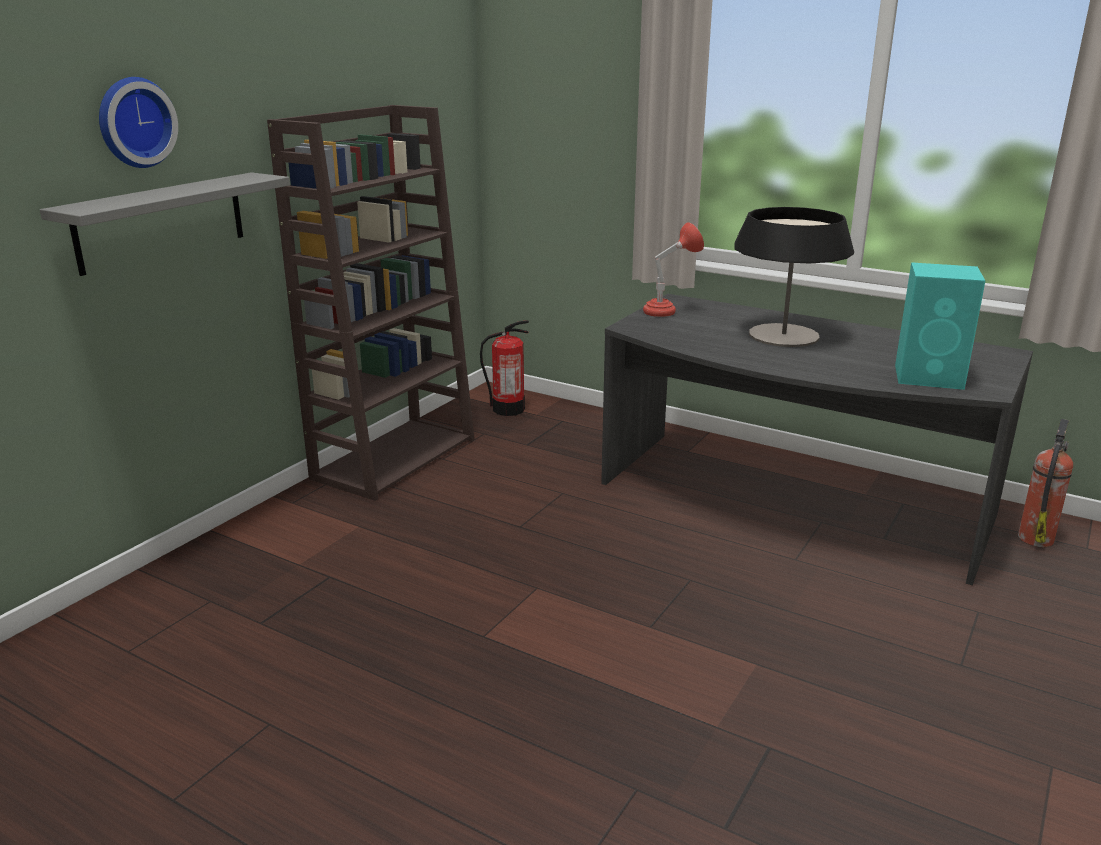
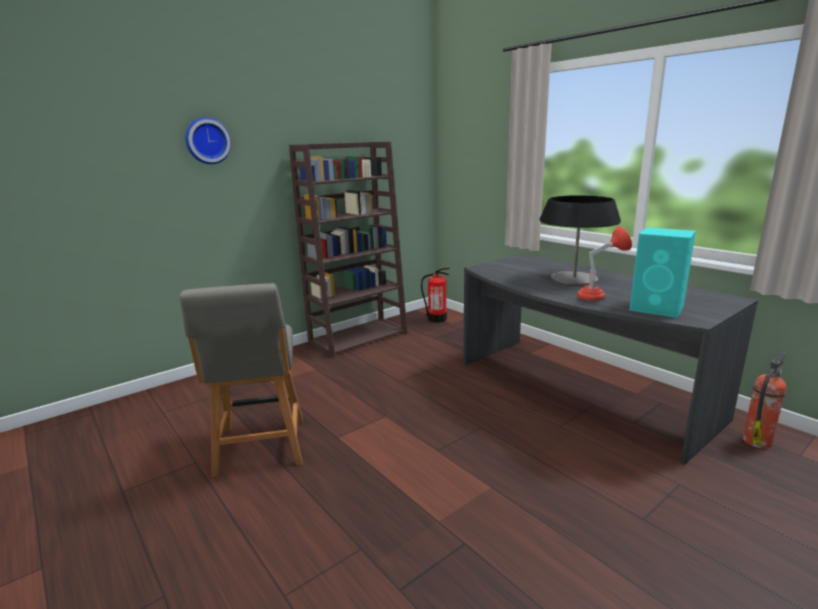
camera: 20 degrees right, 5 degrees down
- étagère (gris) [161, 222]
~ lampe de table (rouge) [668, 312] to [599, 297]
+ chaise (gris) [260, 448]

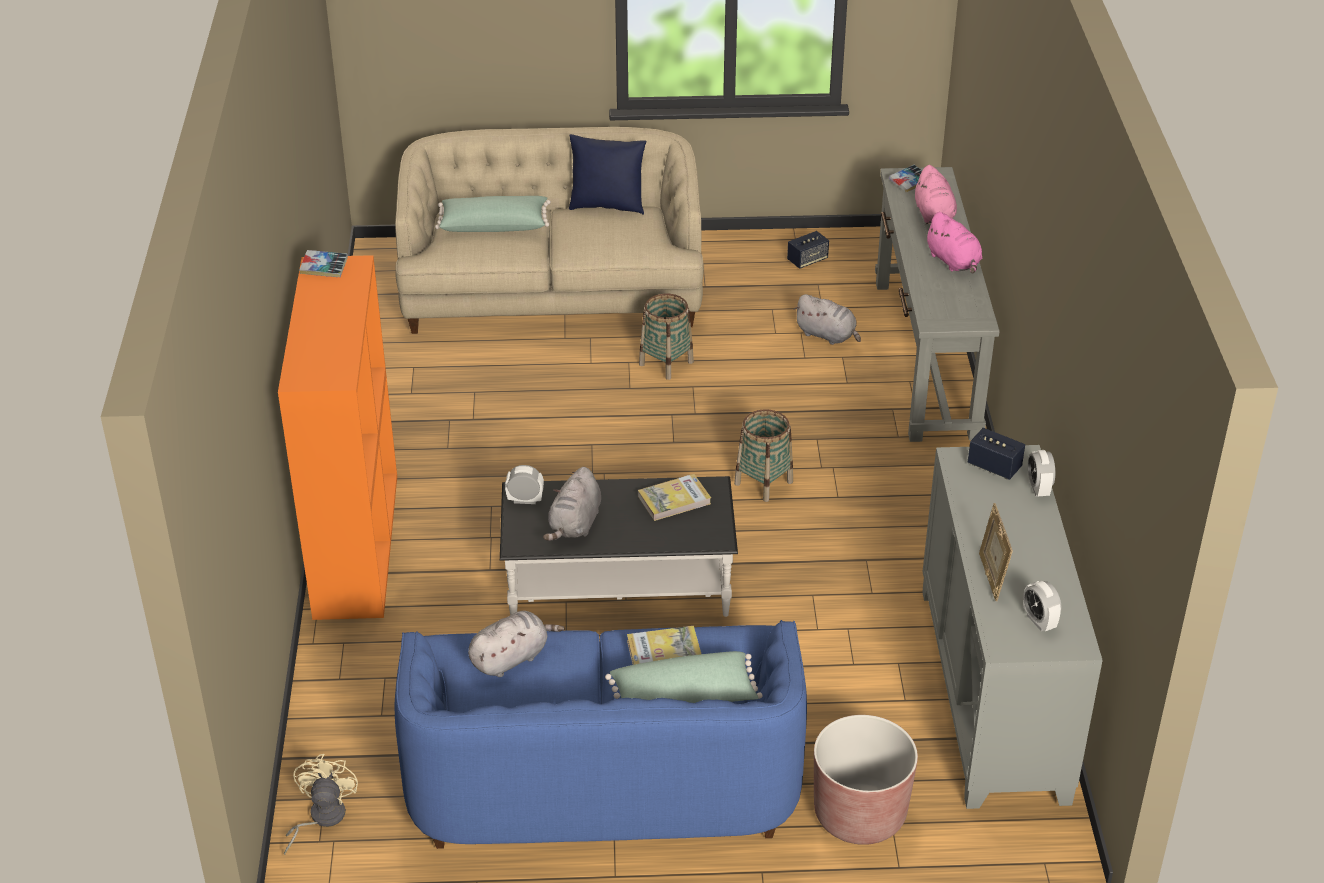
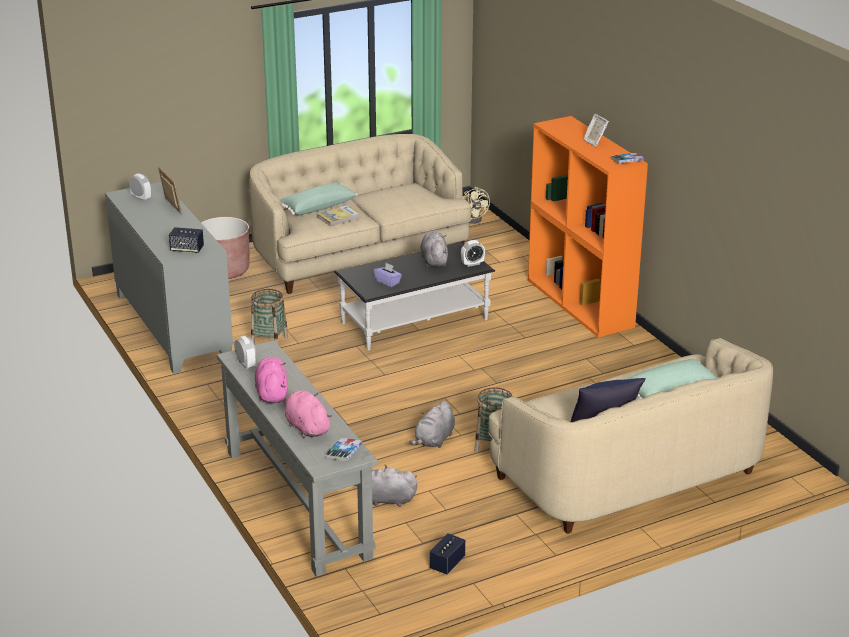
camera: 155 degrees right, 10 degrees down
~ peluche (rose) [954, 262] = [272, 393] 45 degrees clockwise
~ panier [763, 483] to [269, 341]
~ réveil [1038, 488] to [246, 364]
~ livre [674, 500] to boîte à mouchoirs (violet) [388, 282]
~ peluche (gris) [511, 658] to [434, 440]
~ canapé (bleu) [602, 778] to canapé (beige) [359, 255]
+ cadre photo [594, 142]

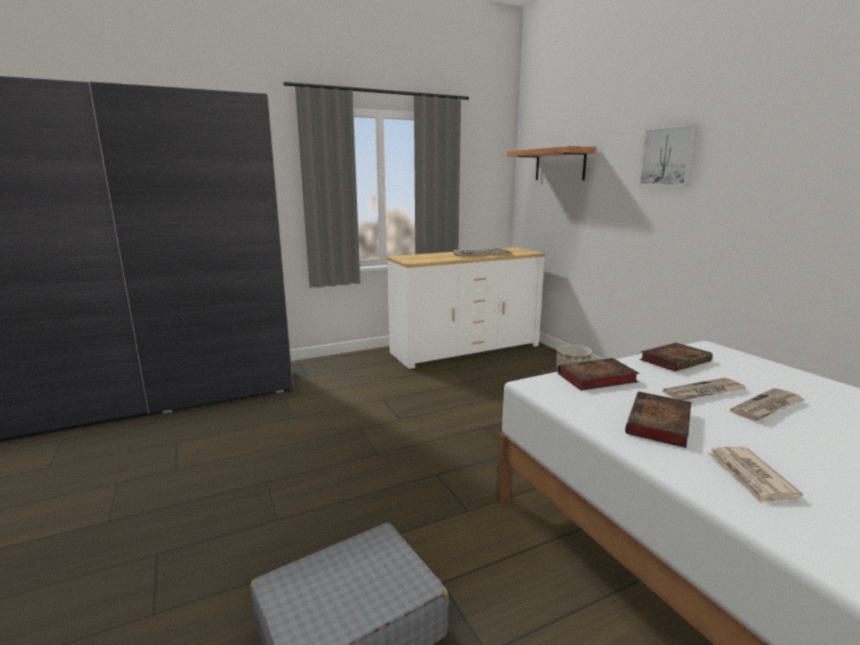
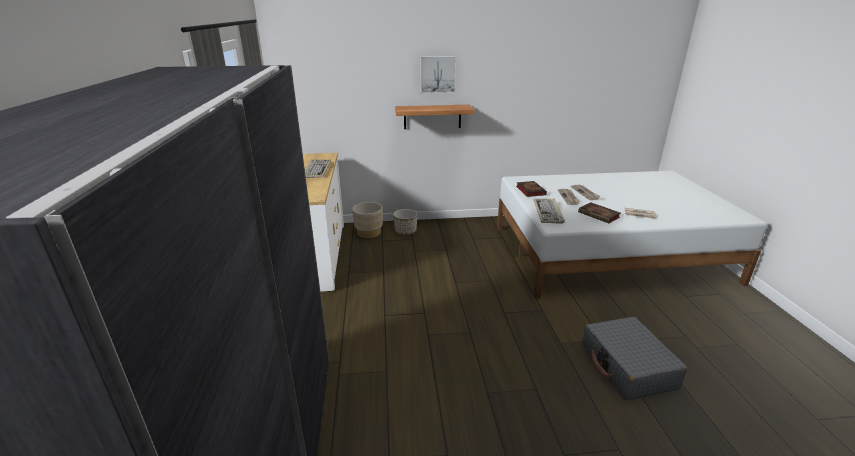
camera: 70 degrees left, 10 degrees up
~ étagère [560, 164] to [432, 117]
~ livre [595, 379] to clavier [548, 212]
+ cache-pot (beige) [369, 233]

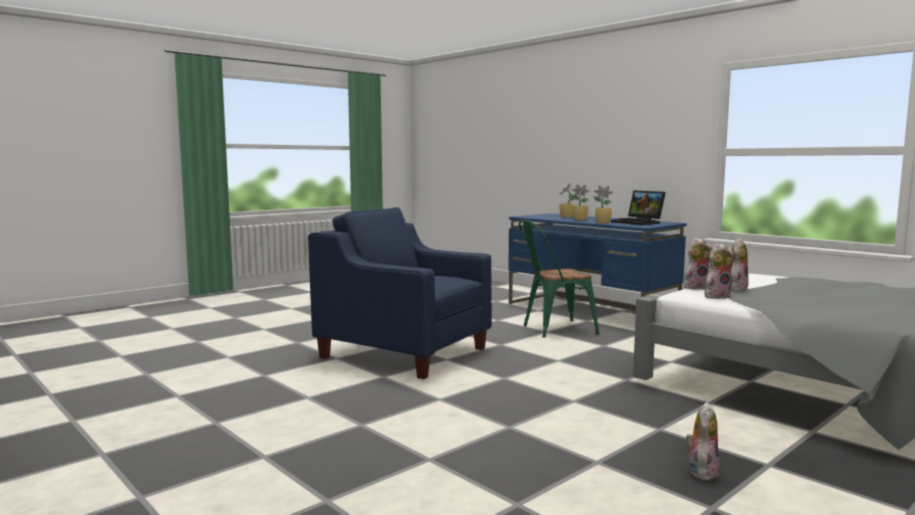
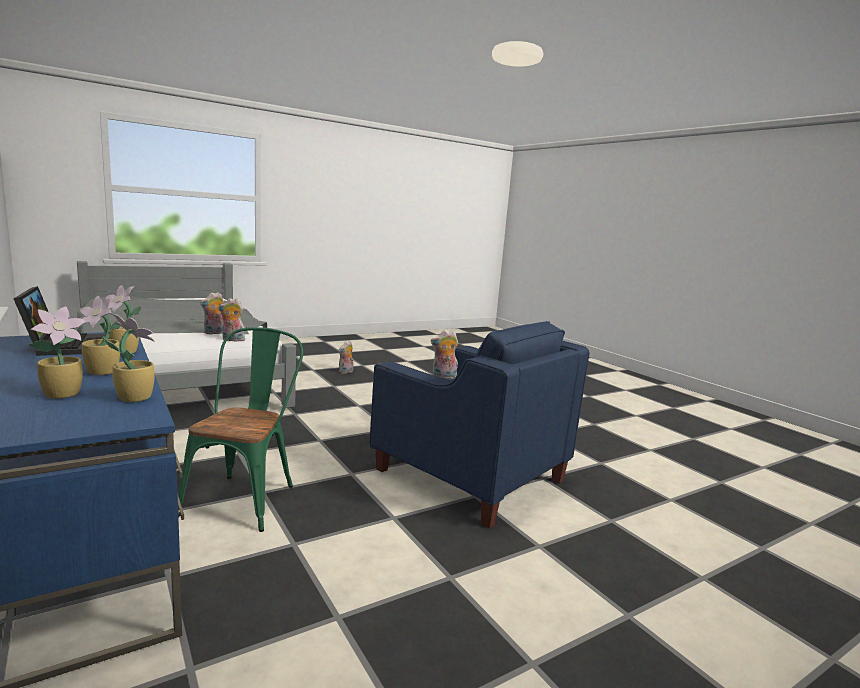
camera: 170 degrees left, 5 degrees up
~ chaise (vert) [553, 329] = [245, 496] 75 degrees counterclockwise
~ peluche [717, 296] to [443, 377]
+ plante en pot [134, 397]

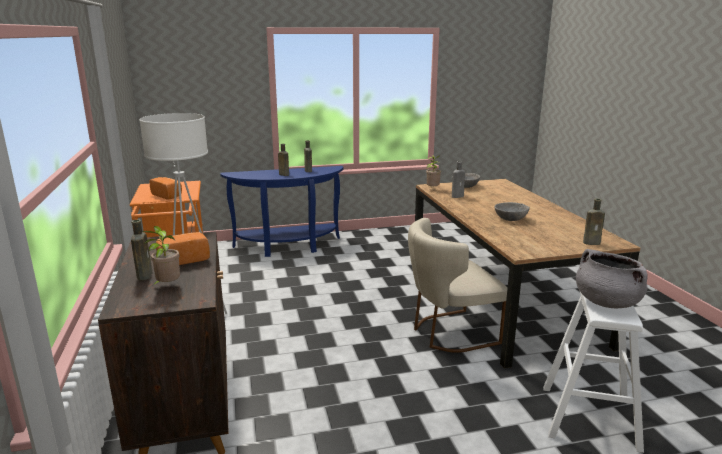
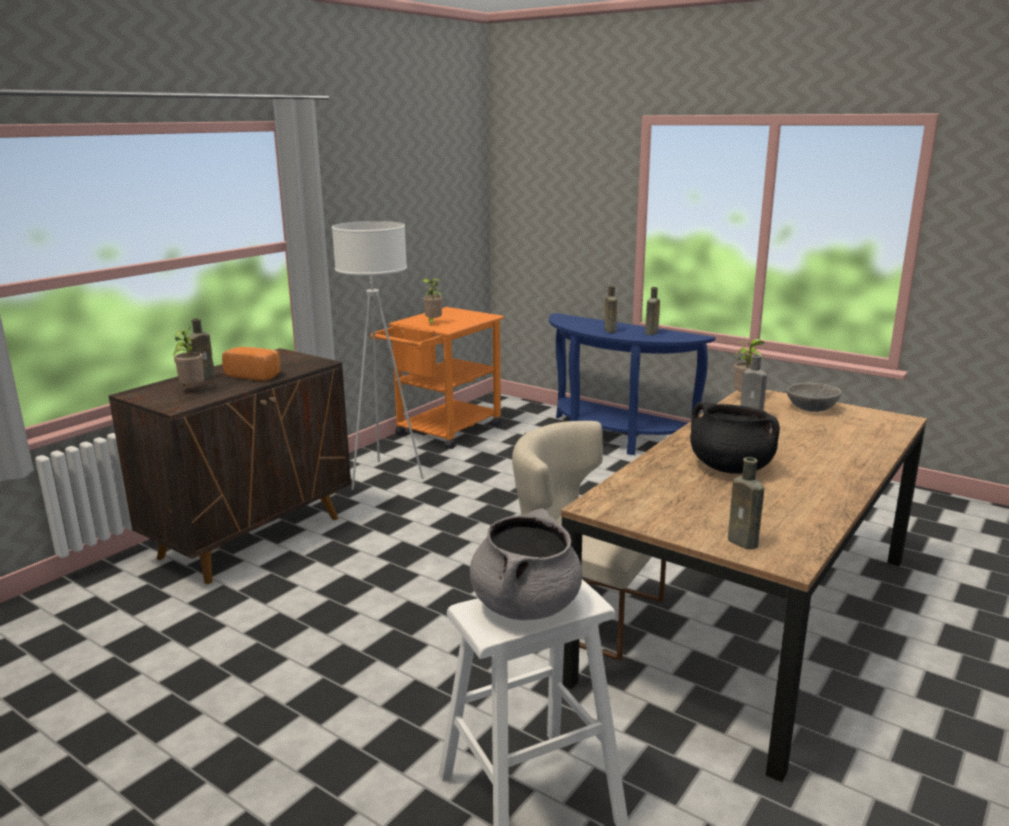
camera: 50 degrees right, 0 degrees up
~ pain [168, 195] to plante en pot [433, 323]
~ bol (gris) [511, 218] to marmite (noir) [730, 467]

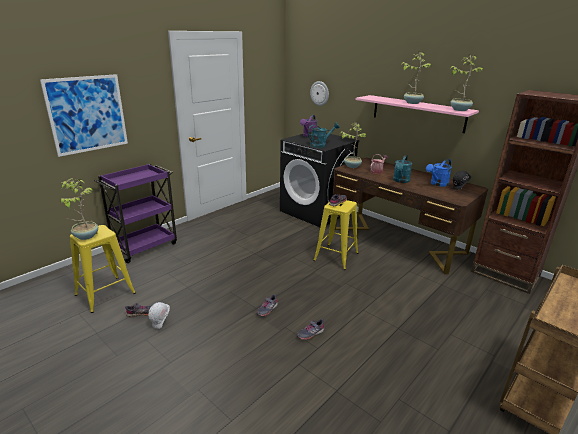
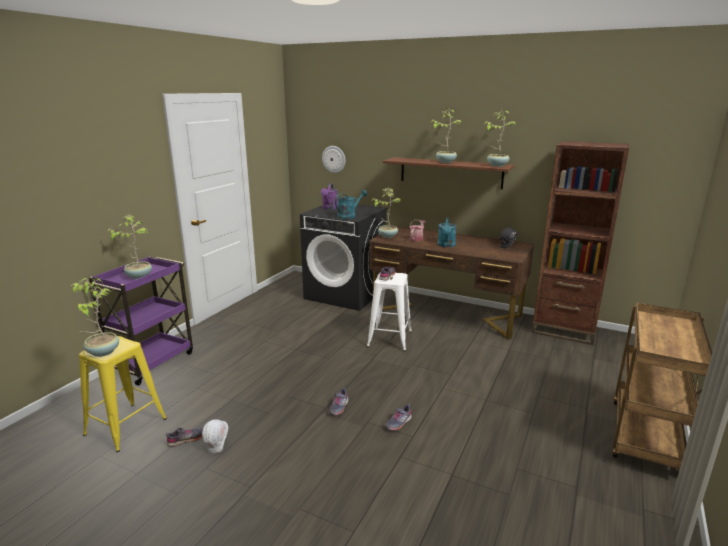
camera: 15 degrees left, 5 degrees down
- tableau [87, 114]
~ étagère (rose) [417, 113] to étagère (marron) [450, 172]
- arrosoir (bleu) [437, 184]
~ tabouret (jaune) [336, 257] to tabouret (blanc) [389, 339]
+ plante en pot [139, 276]

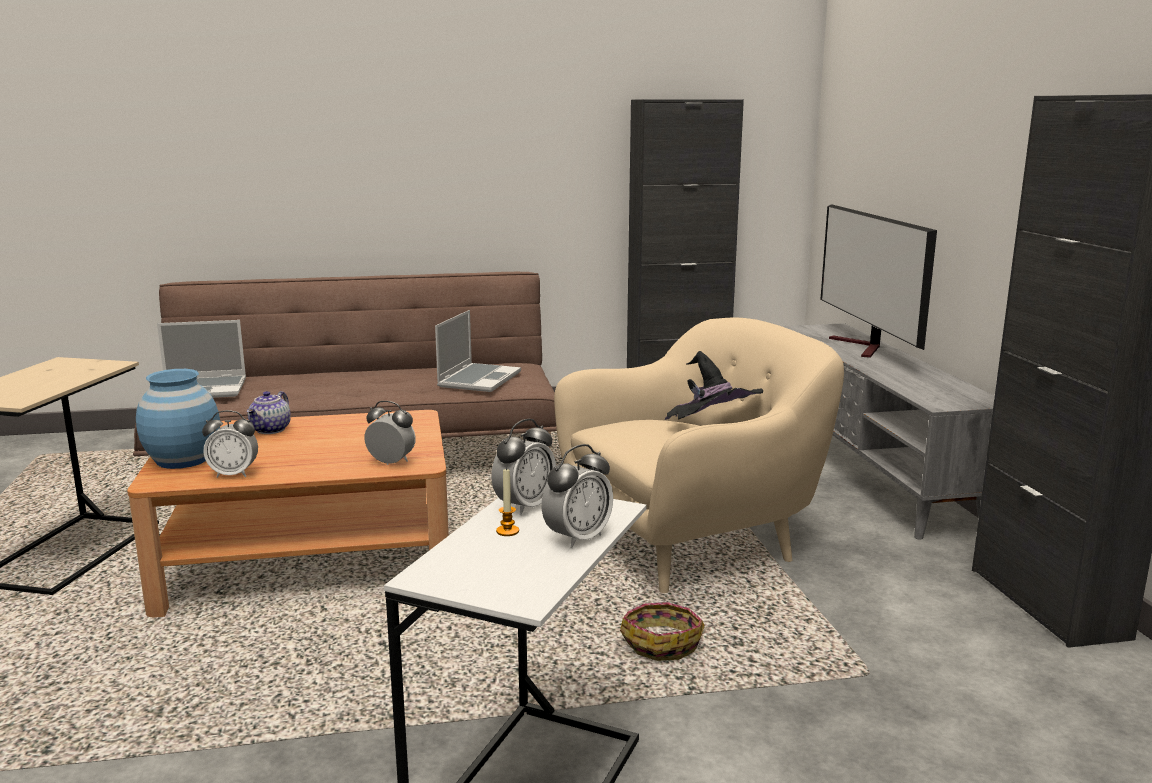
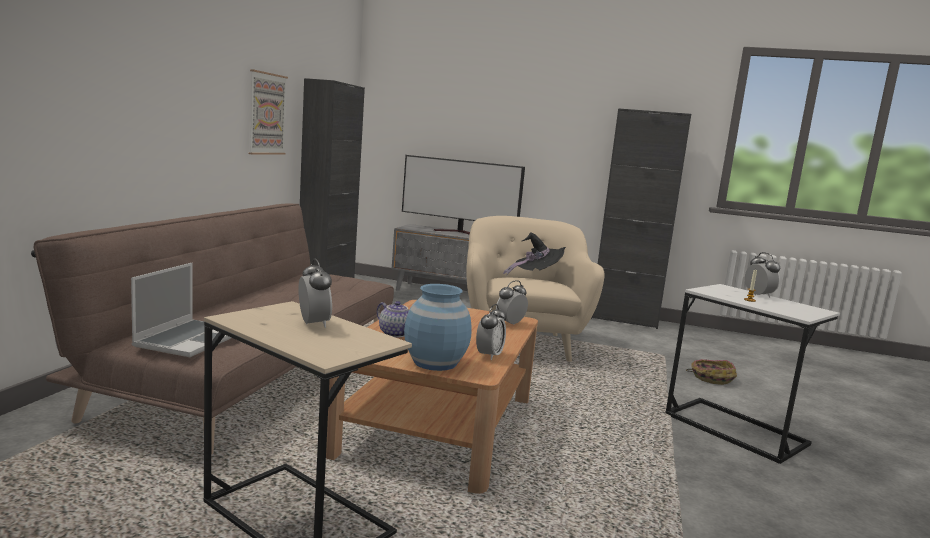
camera: 65 degrees left, 5 degrees down
- ordinateur portable [479, 379]
~ réveil [524, 506] to [313, 324]
~ panier [662, 643] to [711, 378]
+ tableau [267, 114]

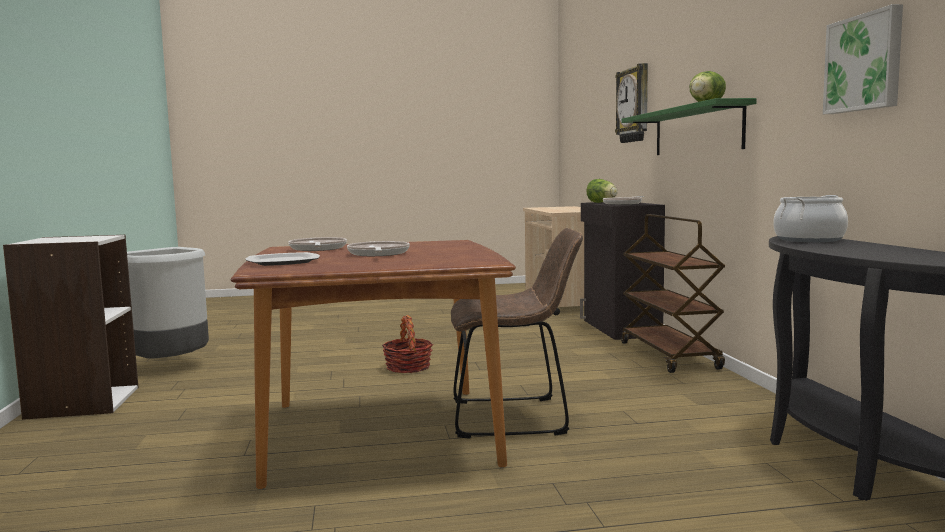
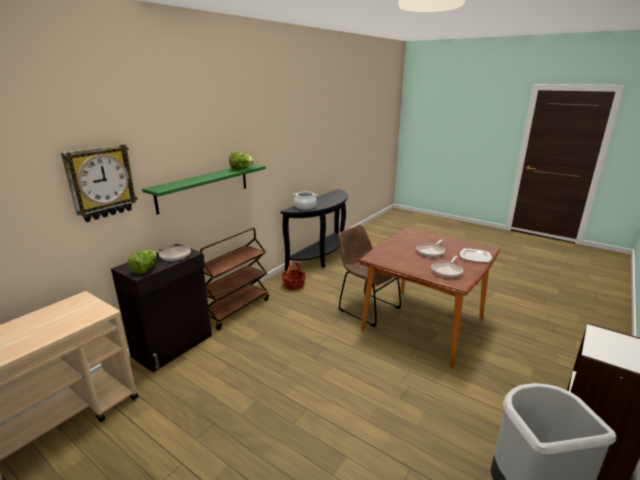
camera: 135 degrees left, 15 degrees up
- tableau [865, 63]
~ panier [408, 367] to [293, 285]

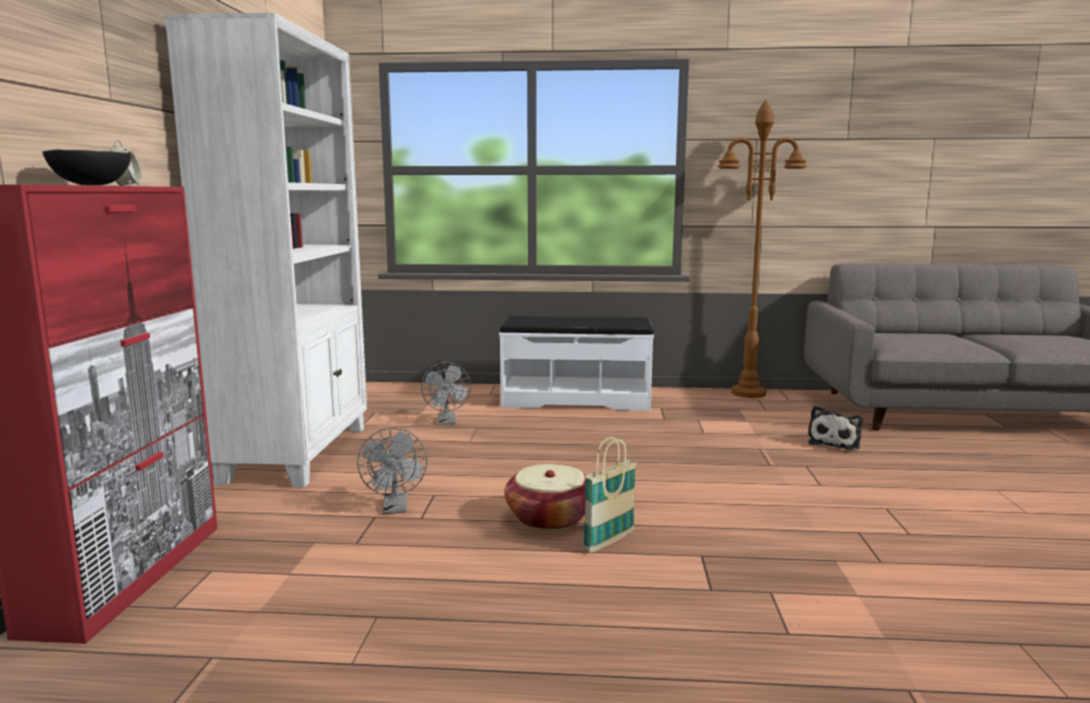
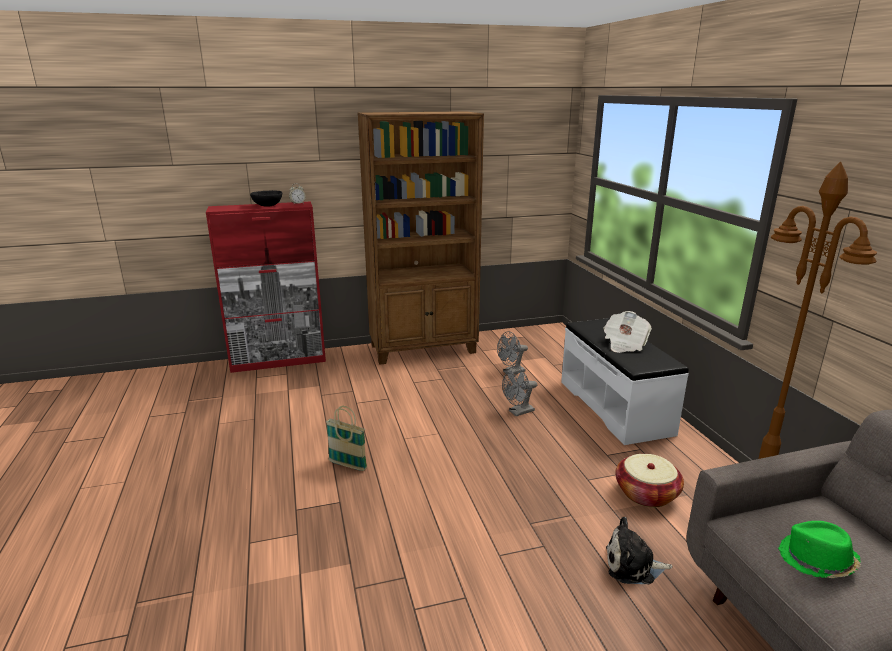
camera: 70 degrees right, 10 degrees up
~ bibliothèque (blanc) [299, 453] to bibliothèque (marron) [424, 349]
~ ventilateur (gris) [395, 509] to [518, 412]
~ panier [549, 518] to [646, 494]
+ journal [624, 344]
+ chapeau (vert) [816, 561]

